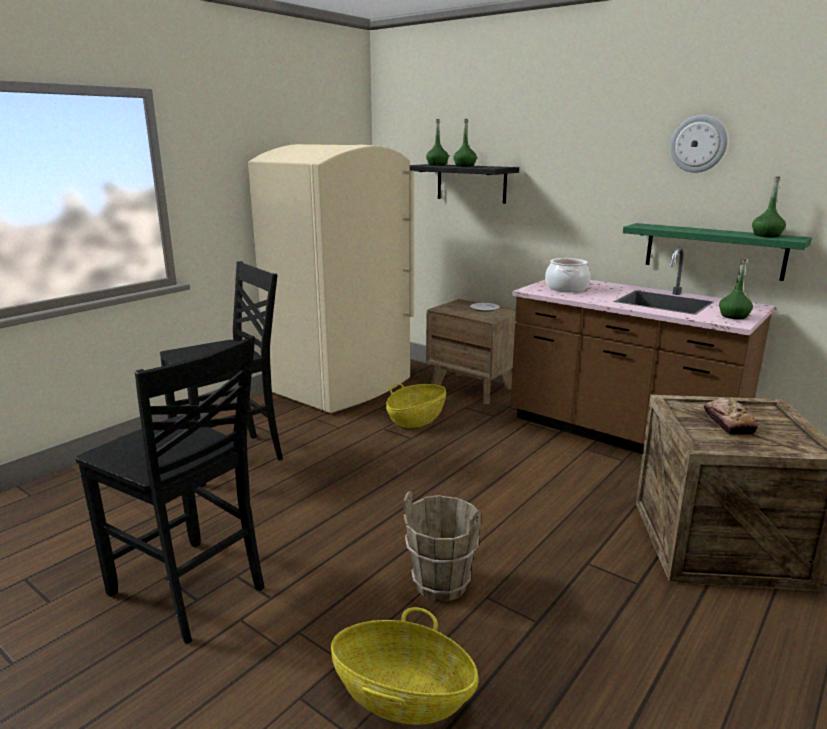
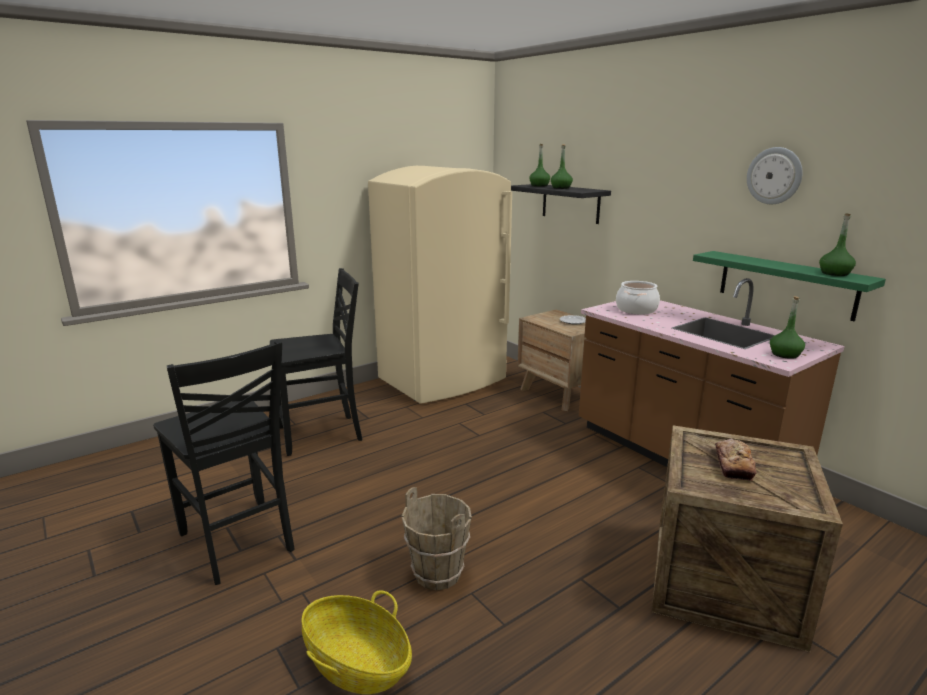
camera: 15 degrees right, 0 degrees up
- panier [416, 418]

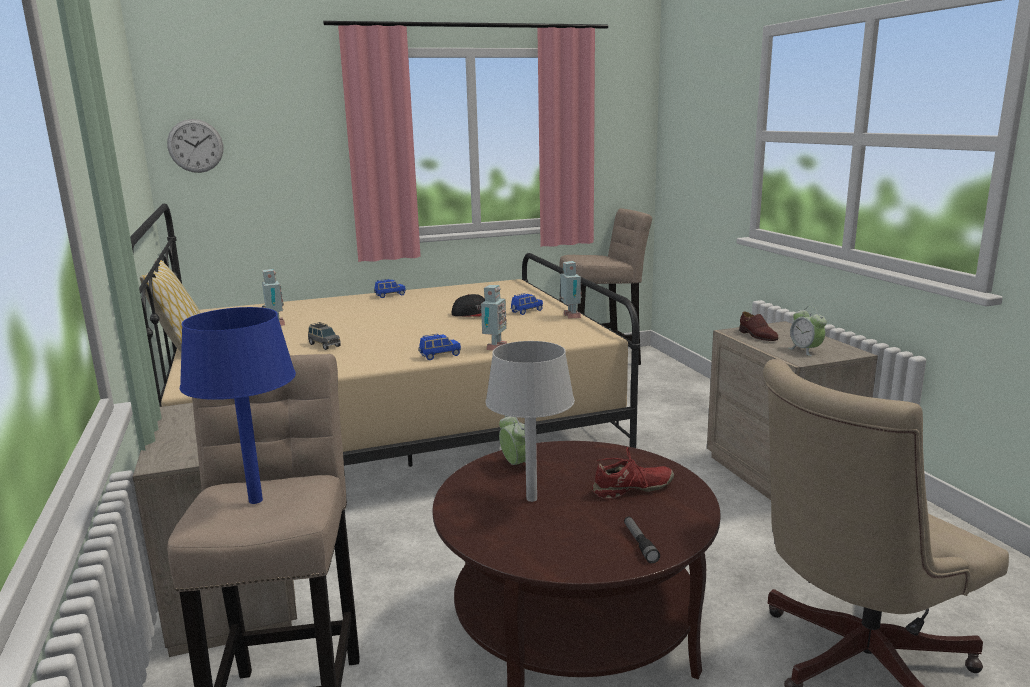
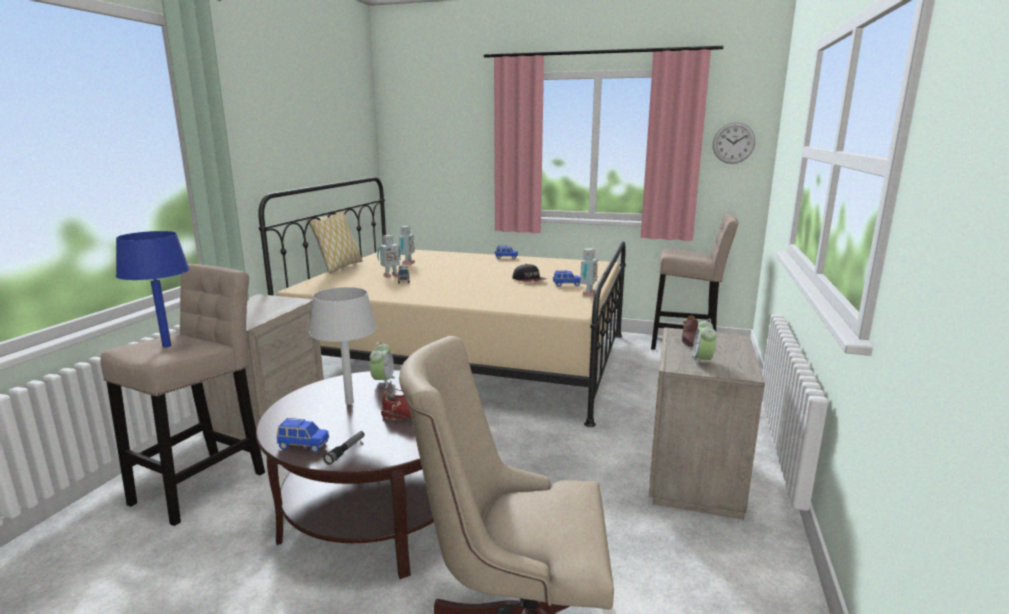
camera: 35 degrees right, 0 degrees up
~ horloge murale [195, 146] to [733, 143]
~ robot jouet [494, 348] to [390, 276]
~ petite voiture (bleu) [439, 356] to [303, 446]

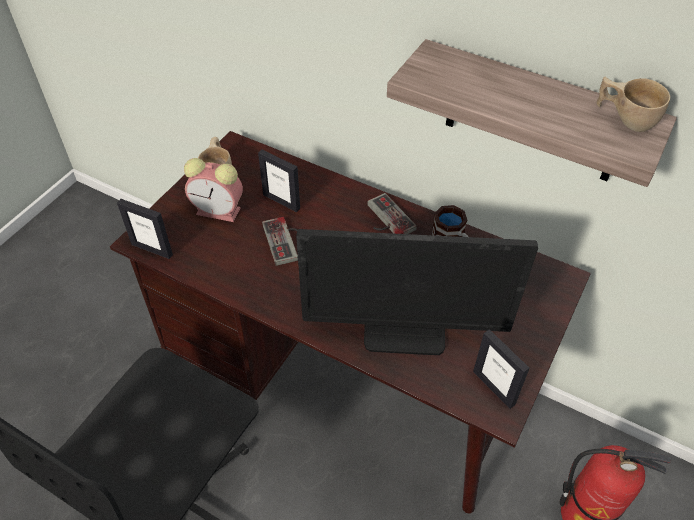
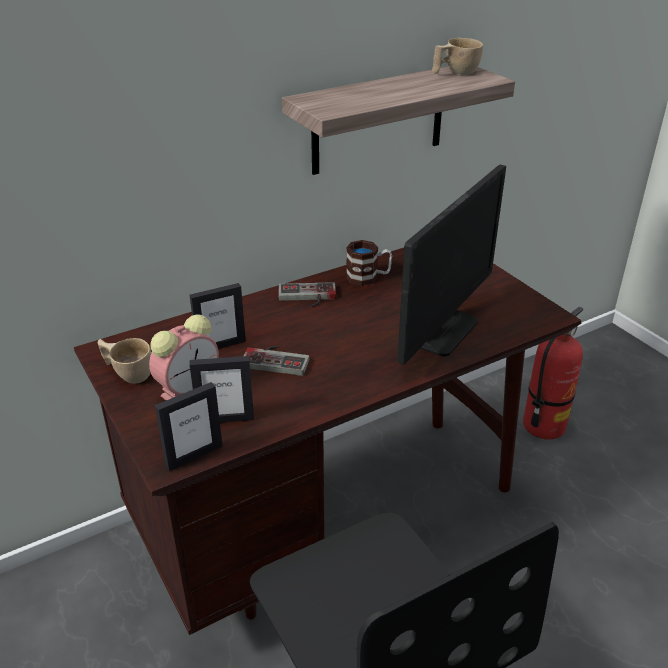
camera: 60 degrees left, 15 degrees down
~ cadre photo [494, 387] to [226, 419]

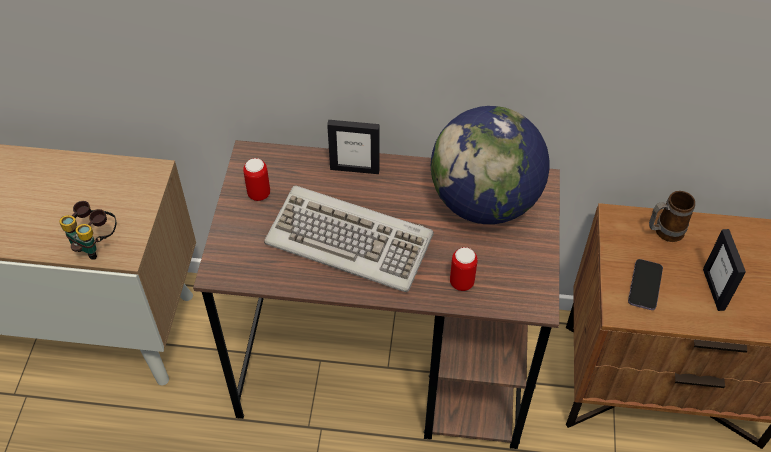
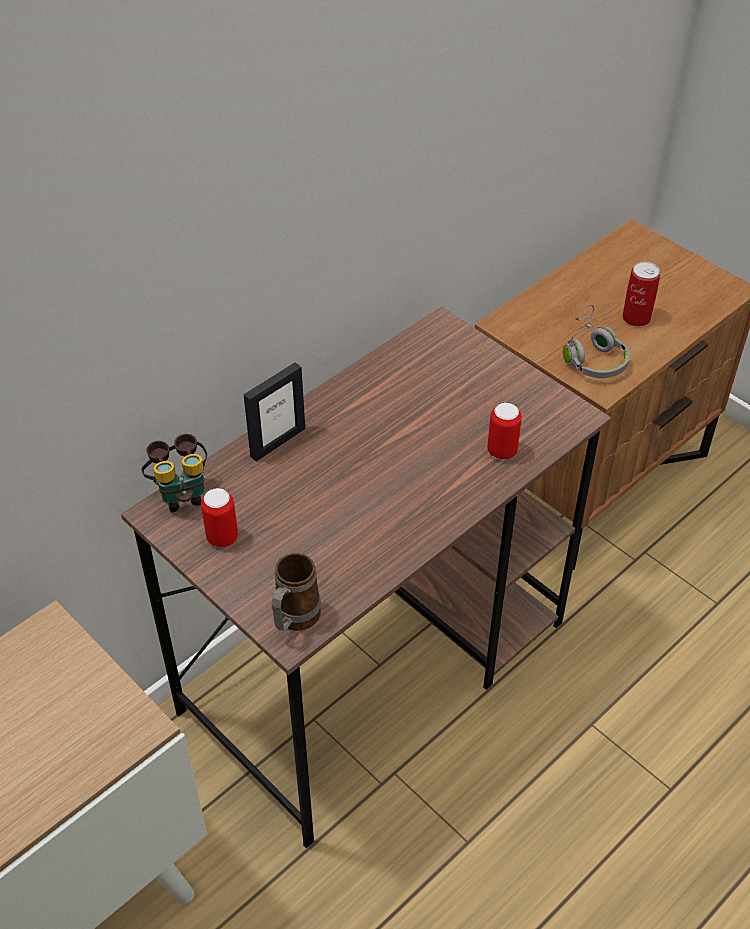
camera: 50 degrees left, 5 degrees down
- globe [484, 202]
- clavier [350, 240]
~ mug [663, 232] to [293, 621]
~ jumelles [96, 244] to [181, 493]
~ cadre photo [714, 289] to boîte métallique [636, 318]
~ téléphone [645, 285] to casque audio (gris) [592, 355]

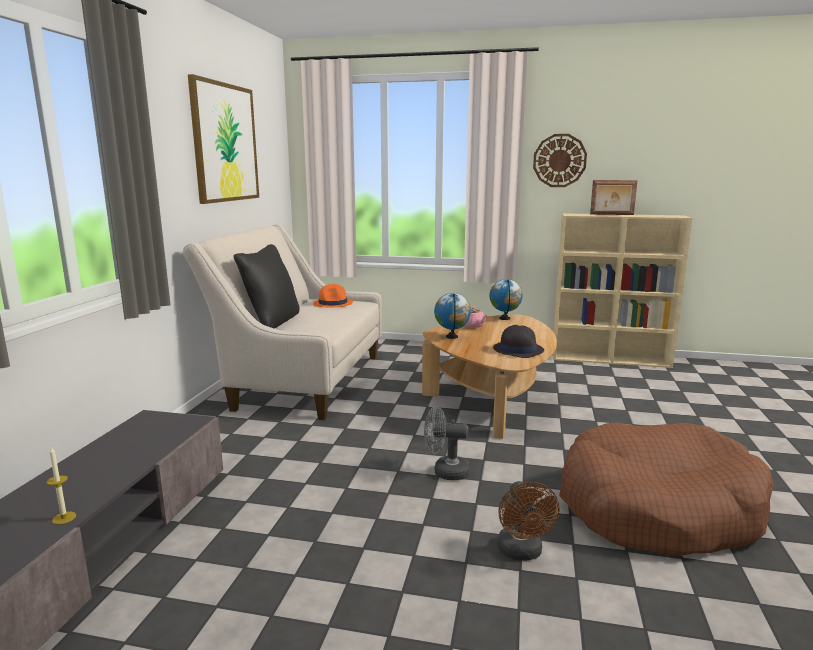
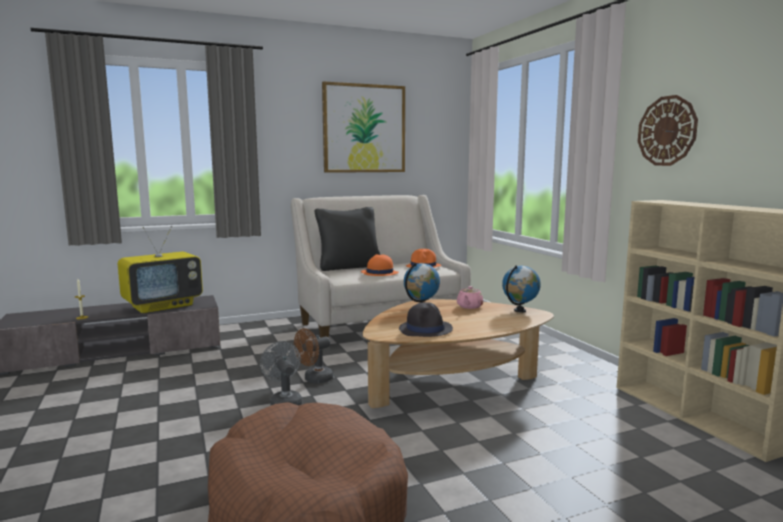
camera: 55 degrees right, 5 degrees down
- cadre photo [611, 214]
~ ventilateur (marron) [522, 553] to [314, 380]
+ téléviseur [163, 305]
+ chapeau (orange) [379, 273]

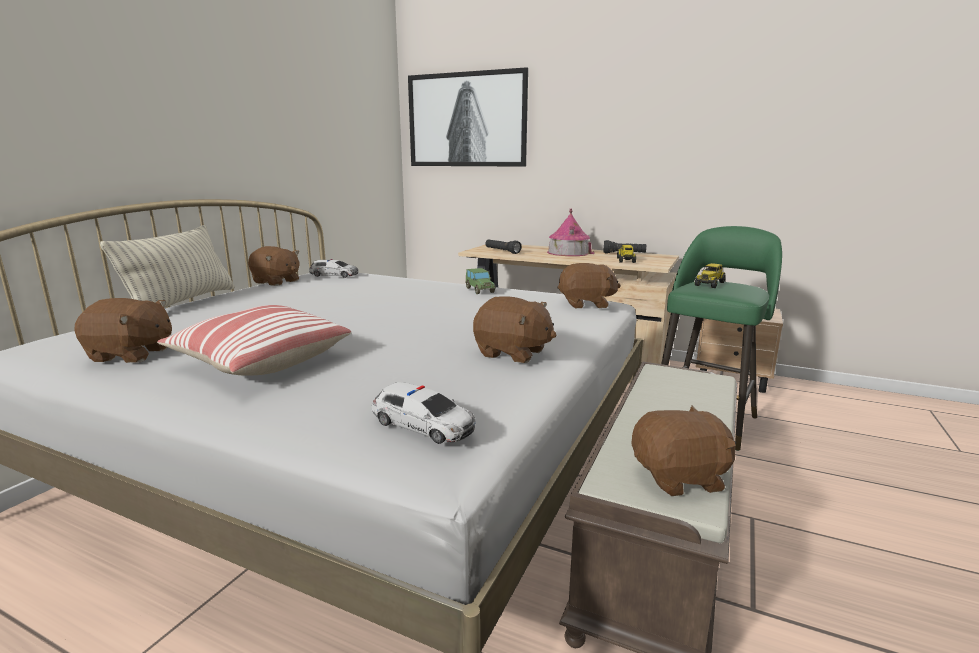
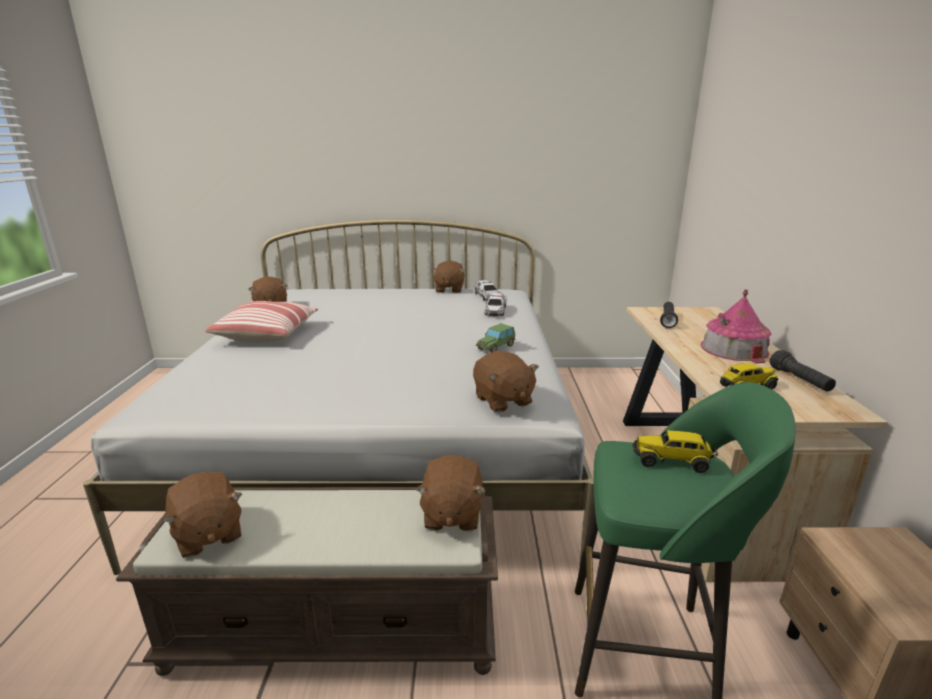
camera: 65 degrees right, 5 degrees up
- tableau [467, 120]
- coussin [183, 303]
~ peluche (marron) [512, 353] to [451, 514]
~ petite voiture [424, 425] to [495, 310]

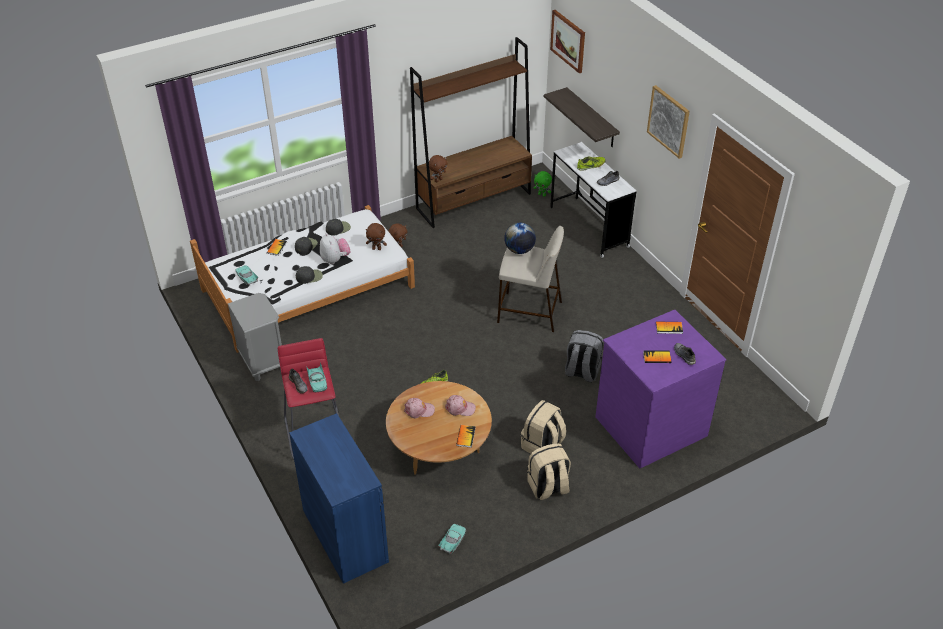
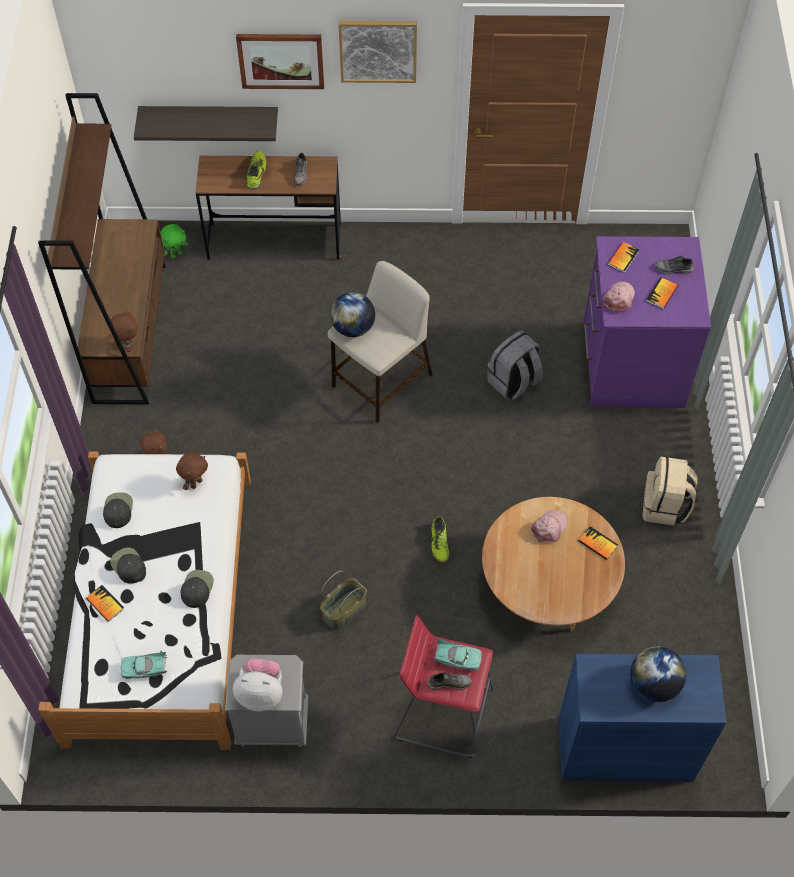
camera: 60 degrees left, 15 degrees up
~ tableau [568, 41] to [281, 60]
~ bureau (blanc) [589, 227] to bureau (marron) [275, 241]
~ peluche [335, 259] to [261, 693]
~ casquette (rose) [419, 410] to [619, 298]
- sac à dos (beige) [542, 445]
- petite voiture (turquoise) [452, 541]
+ panier [344, 609]
+ globe [653, 684]

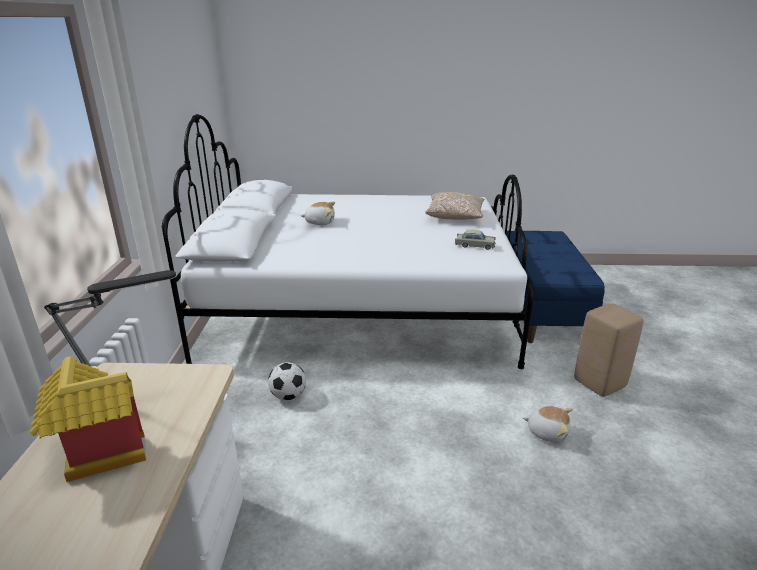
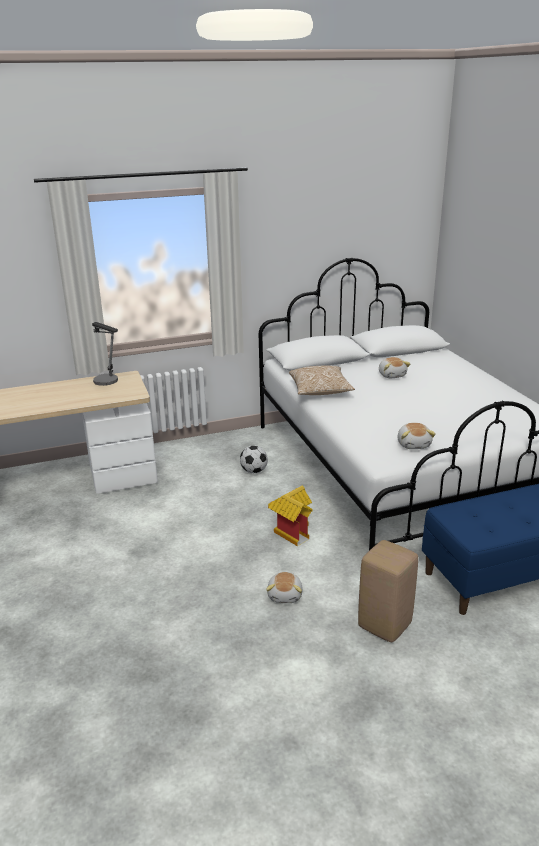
camera: 70 degrees right, 0 degrees up
~ coussin [455, 216] to [320, 391]
~ petite voiture (beige) [475, 245] to peluche [414, 444]
~ maison miniature [96, 454] to [291, 531]

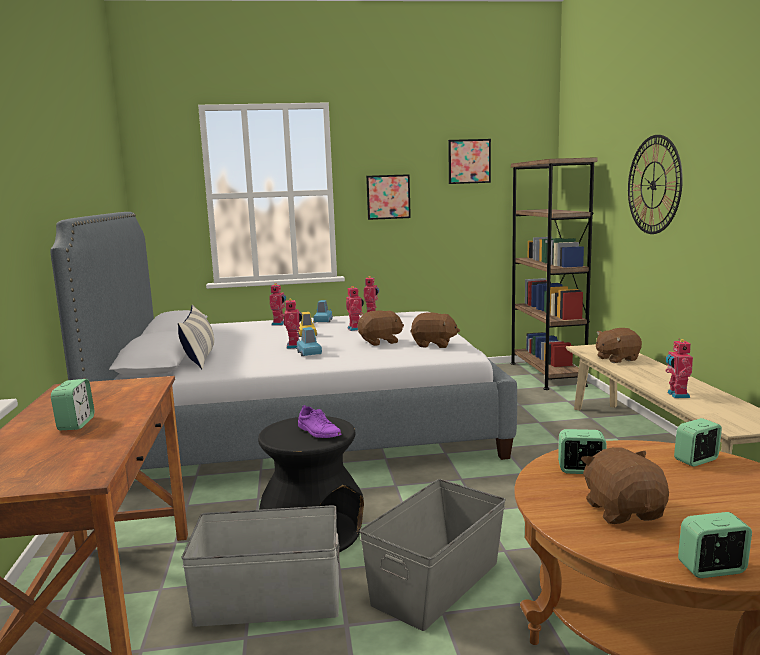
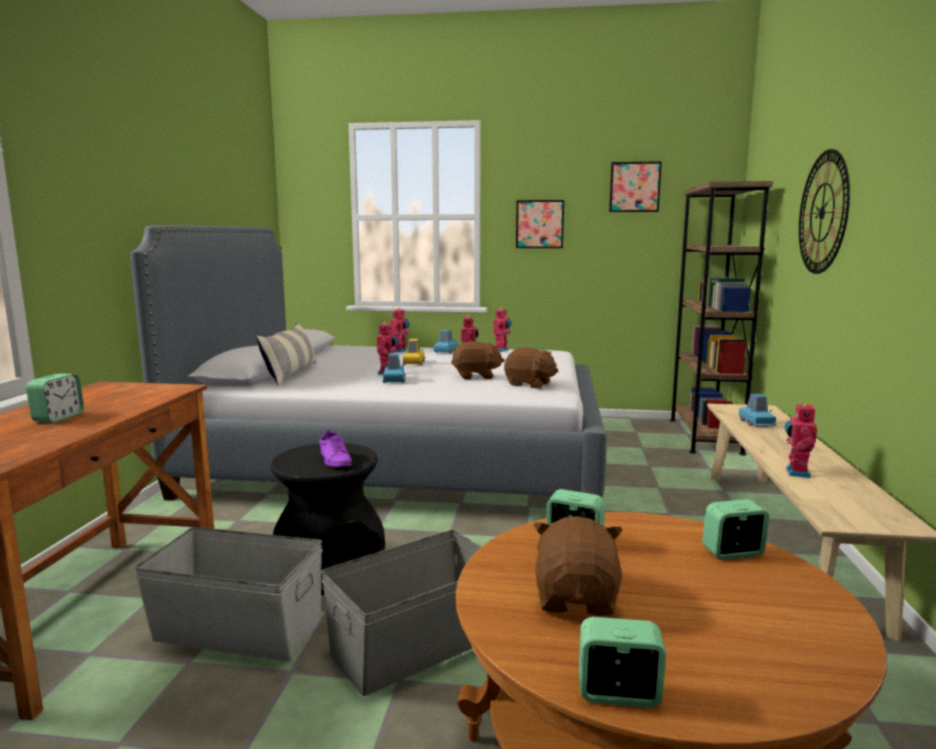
camera: 15 degrees right, 0 degrees up
~ peluche (marron) [616, 359] to petite voiture (bleu) [756, 423]

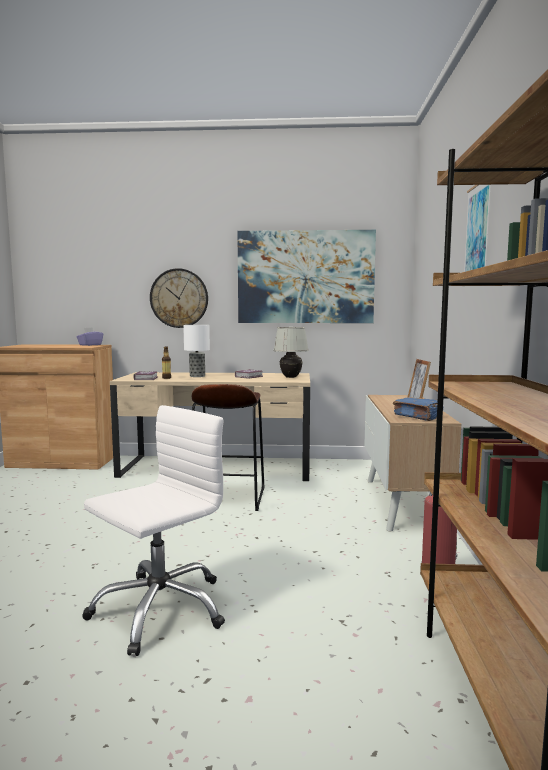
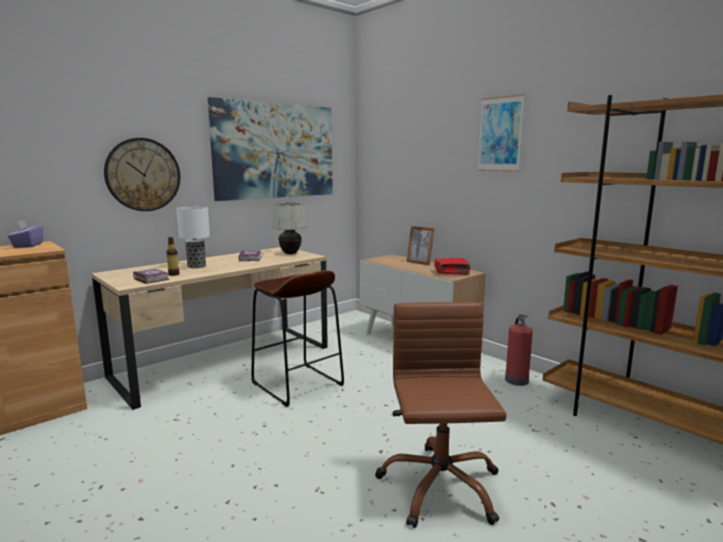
camera: 45 degrees left, 5 degrees up
~ livre (bleu) [418, 416] to livre (rouge) [452, 272]
~ chaise de bureau (blanc) [159, 608] to chaise de bureau (marron) [439, 486]

